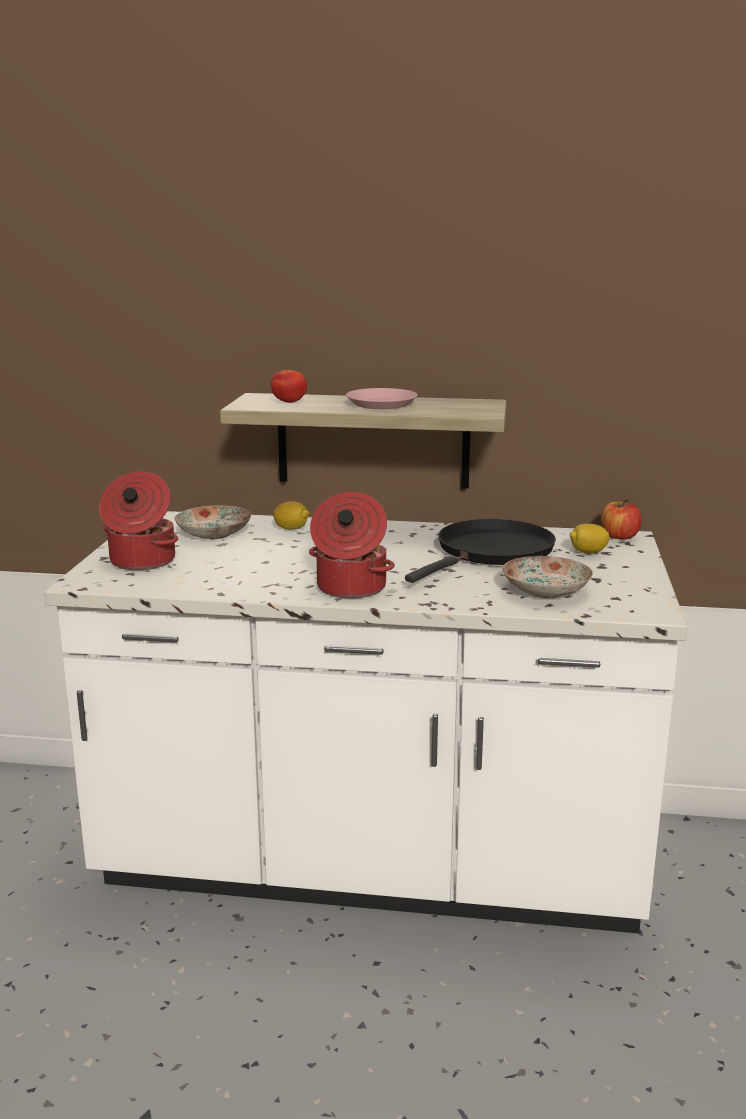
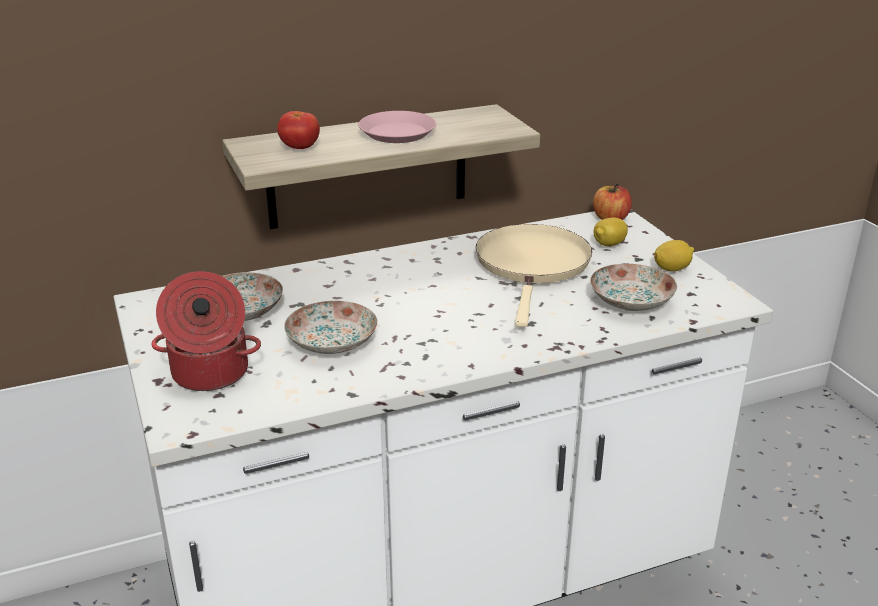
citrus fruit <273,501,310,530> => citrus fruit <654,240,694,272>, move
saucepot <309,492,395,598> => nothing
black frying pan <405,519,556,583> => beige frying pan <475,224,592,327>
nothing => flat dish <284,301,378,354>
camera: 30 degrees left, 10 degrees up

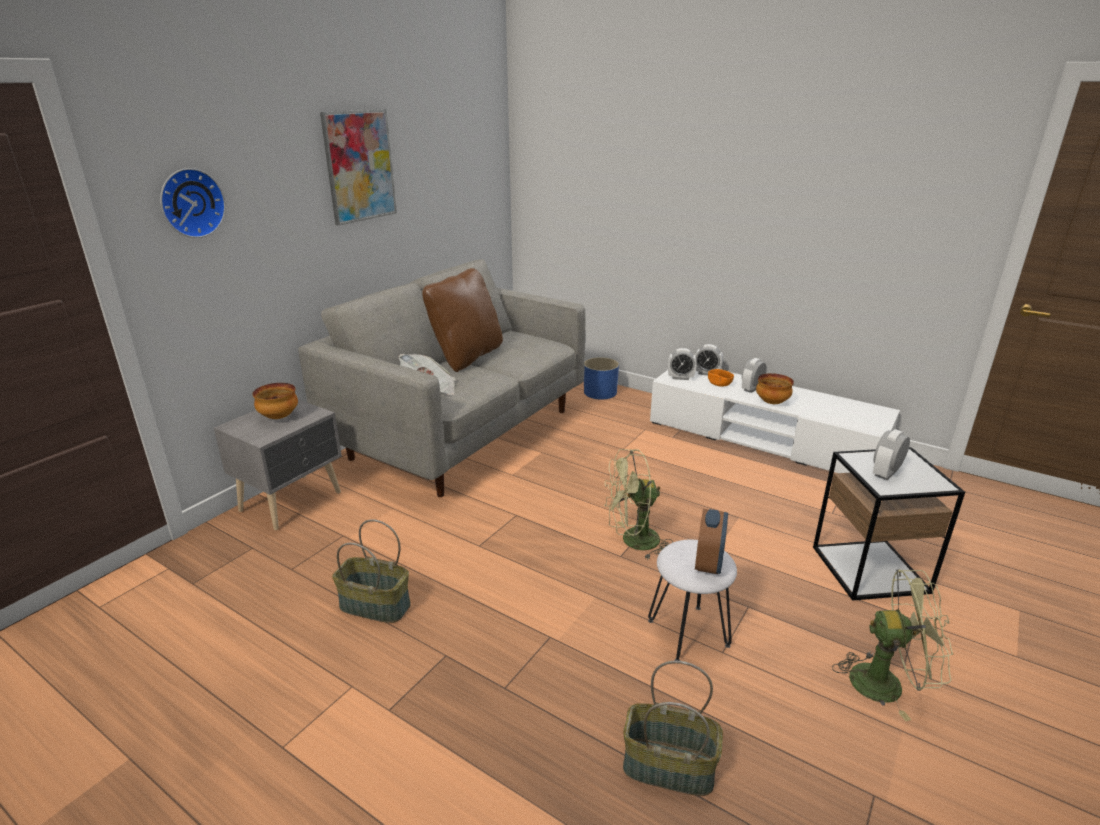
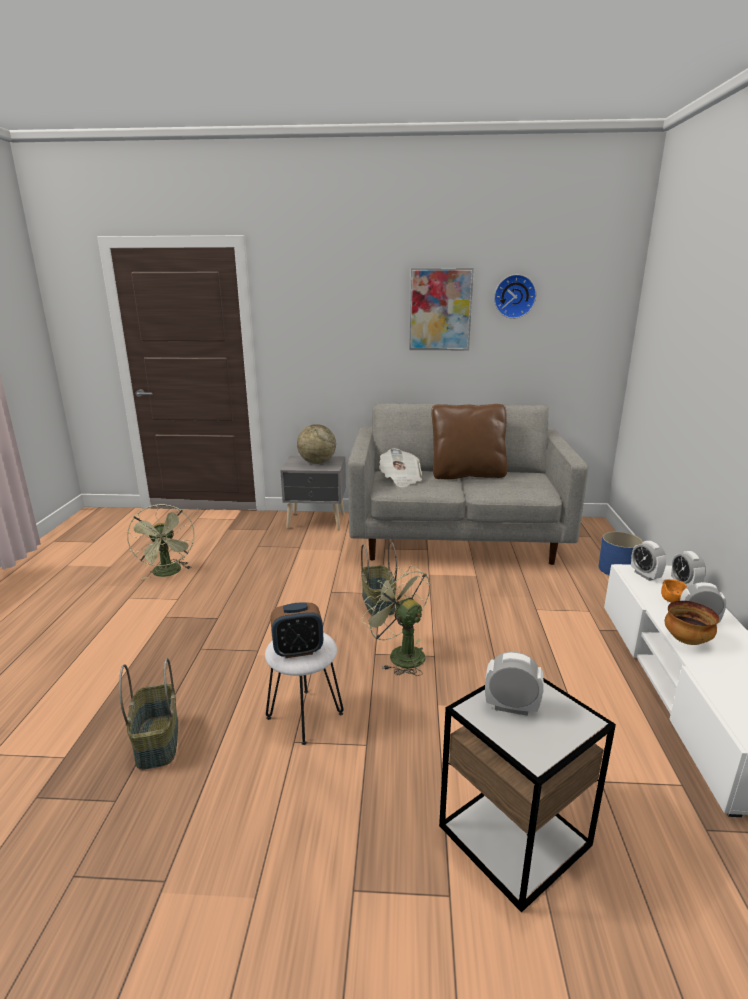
clock on the wall <160,168,226,238> => clock on the wall <494,274,536,319>, move
bowl <252,383,298,419> => world globe <297,424,336,464>
basket <332,519,411,623> => basket <361,542,397,615>, move
green-coloured fan <832,569,954,721> => green-coloured fan <127,504,194,580>, move
camera: 60 degrees right, 5 degrees down

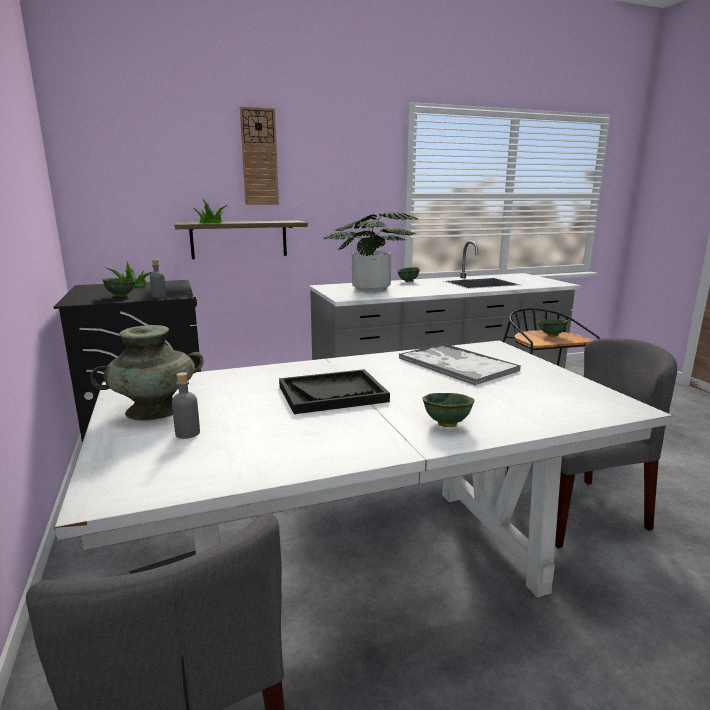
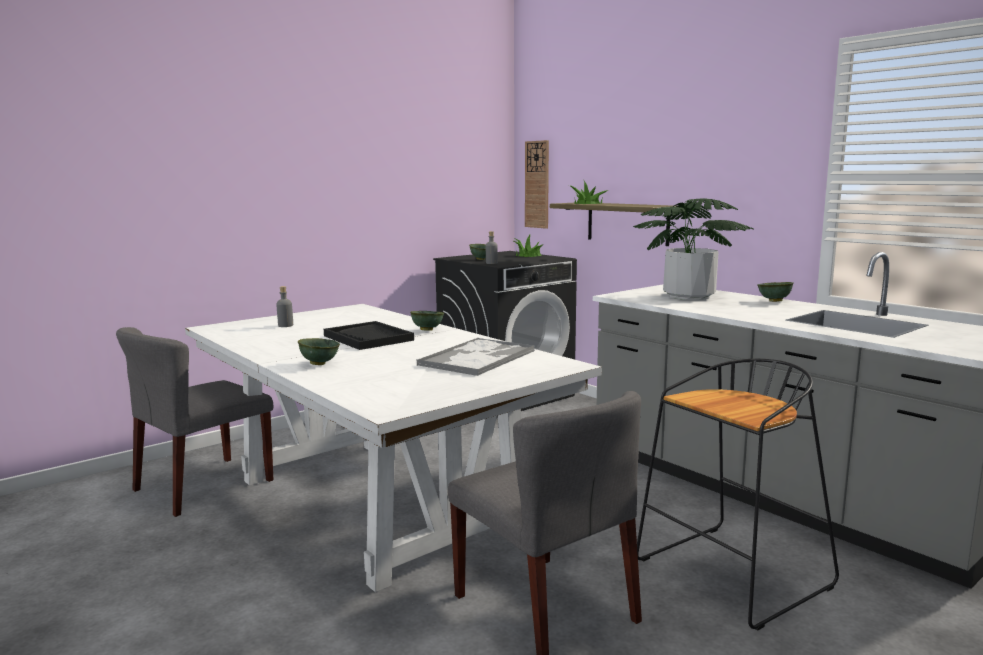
turquoise vase <90,325,203,421> => nothing
clock on the wall <240,107,279,205> => clock on the wall <525,140,549,229>, move
green-coloured bowl <538,319,568,337> => green-coloured bowl <410,311,444,331>, move
camera: 70 degrees right, 5 degrees down

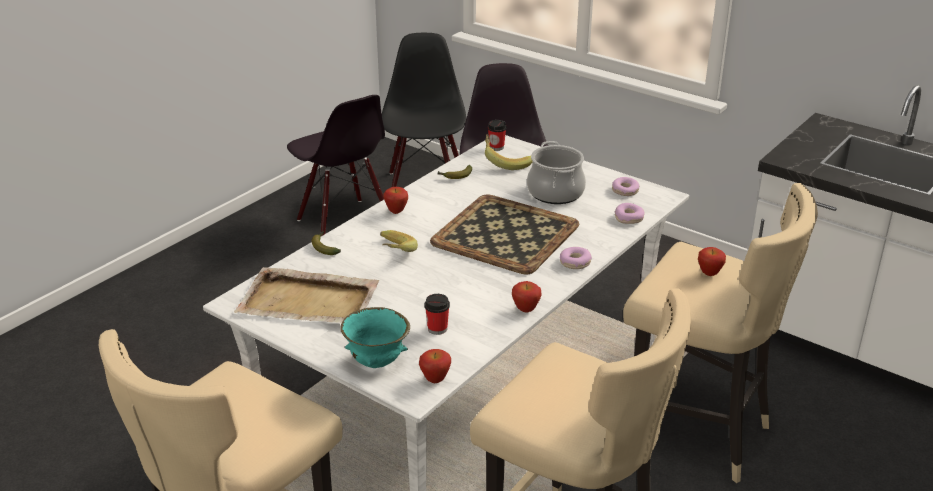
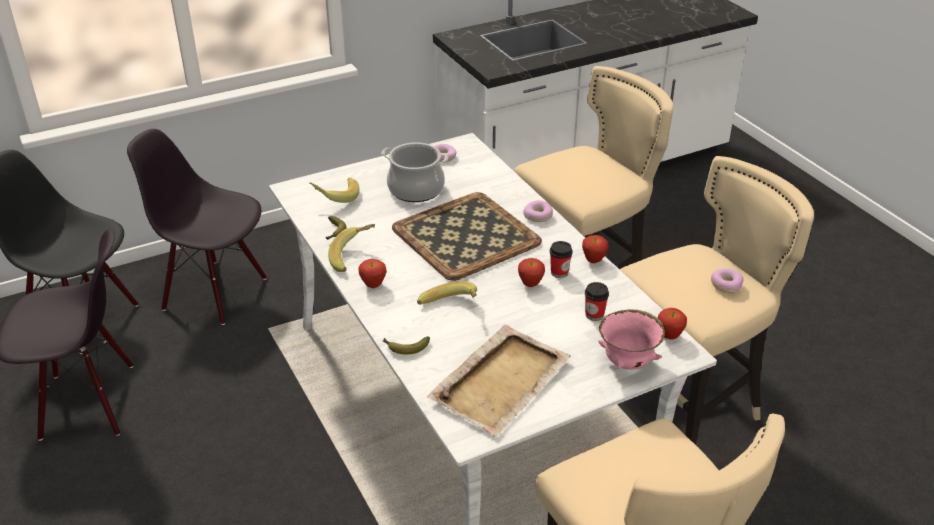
turquoise bowl <341,307,410,368> => pinkish bowl <599,309,665,370>
cup <487,120,507,151> => cup <550,241,573,278>, move
ring doughnut <615,203,645,224> => ring doughnut <711,268,744,293>, move
apple fruit <698,247,726,276> => apple fruit <518,258,545,287>, move
nothing => banana <328,224,375,272>
camera: 65 degrees left, 5 degrees up

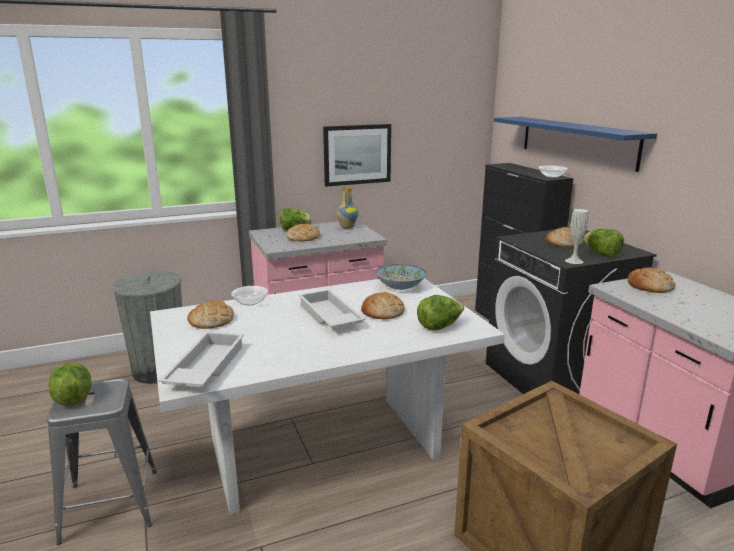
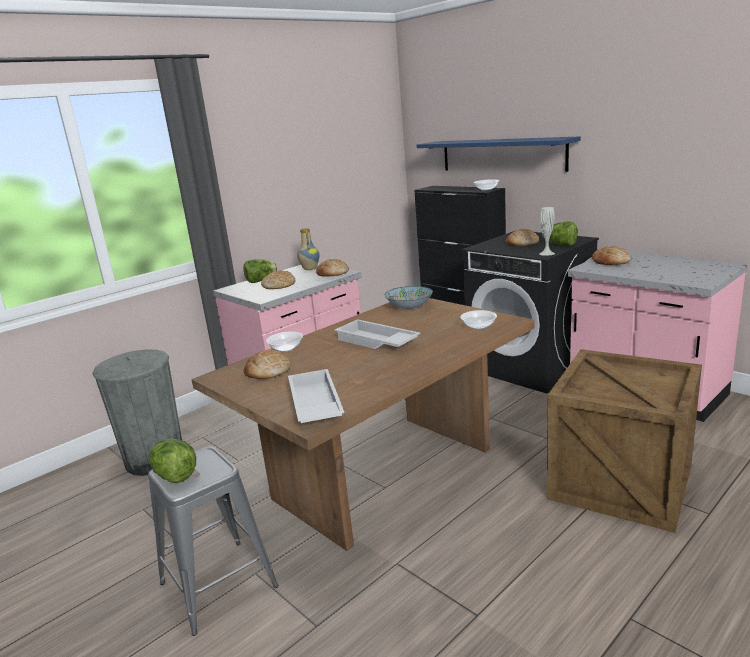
white-coloured dining table <150,278,505,515> => brownish dining table <191,298,535,551>
picture <323,124,391,187> => nothing
baked bread <361,292,405,319> => baked bread <316,259,349,277>, move
head of lettuce <417,295,464,330> => bowl <460,310,497,330>
camera: 20 degrees left, 0 degrees up

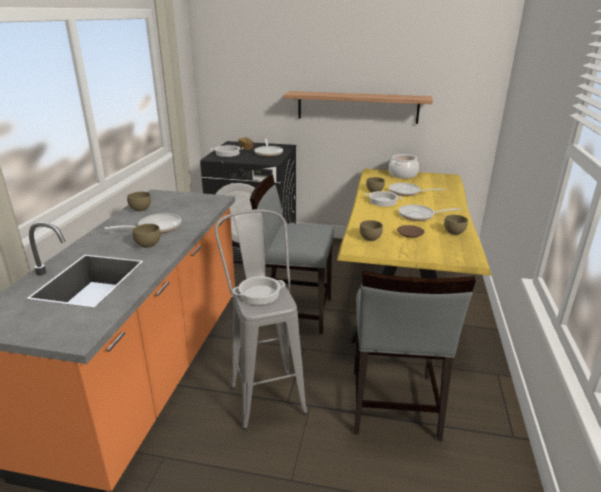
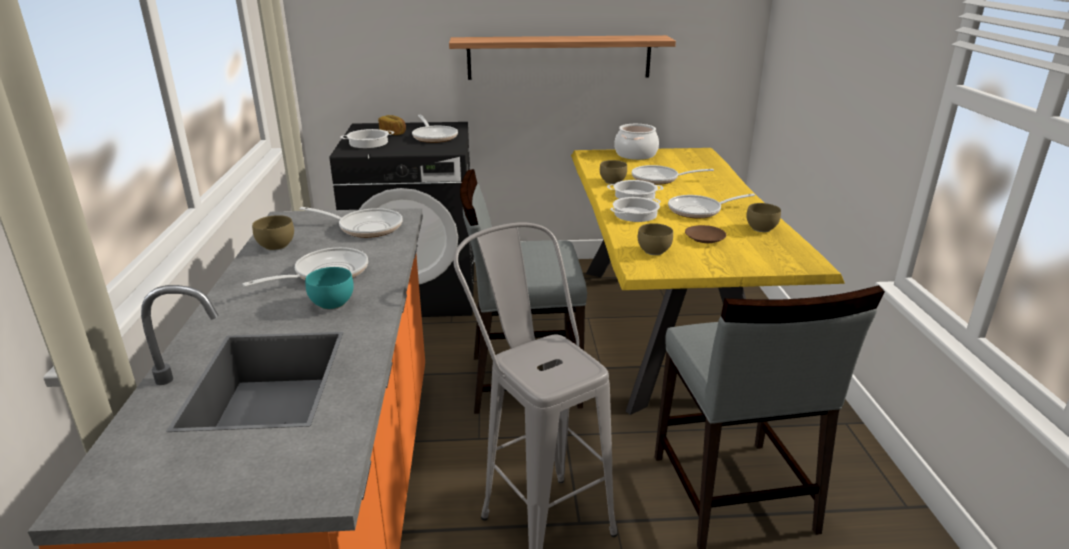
brownish bowl <132,224,161,248> => turquoise bowl <305,267,354,310>
saucepot <232,276,285,305> => saucepot <610,197,661,222>, move
nothing => frying pan <300,207,403,238>
camera: 15 degrees left, 0 degrees up

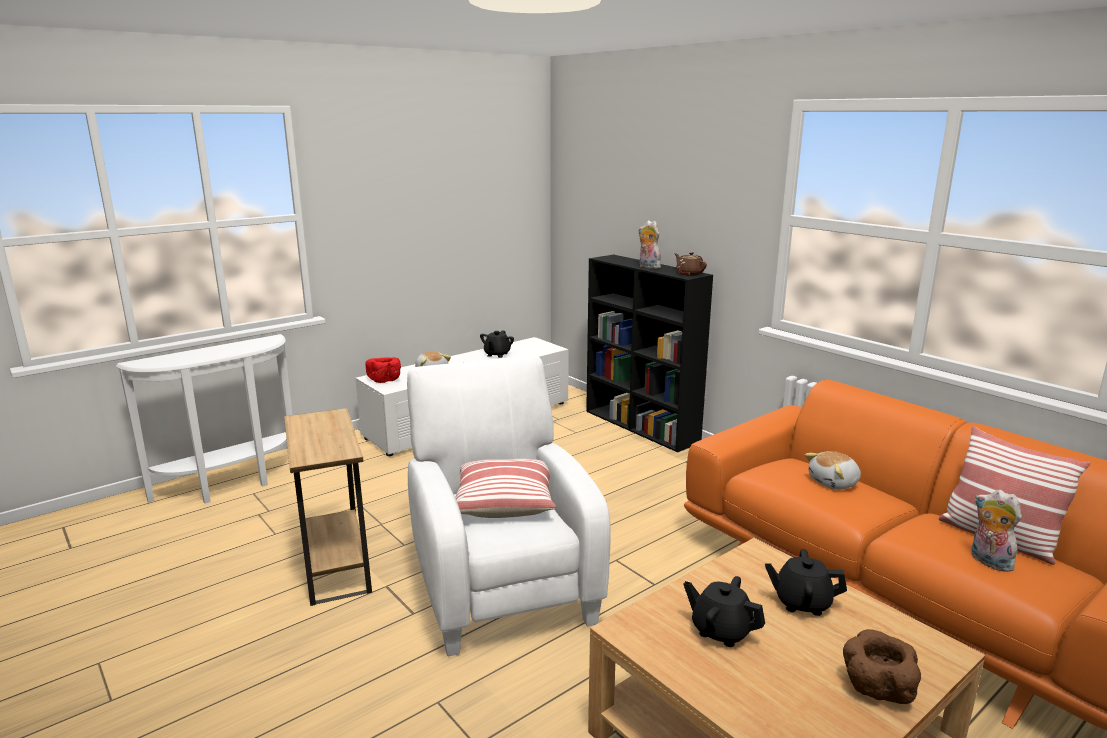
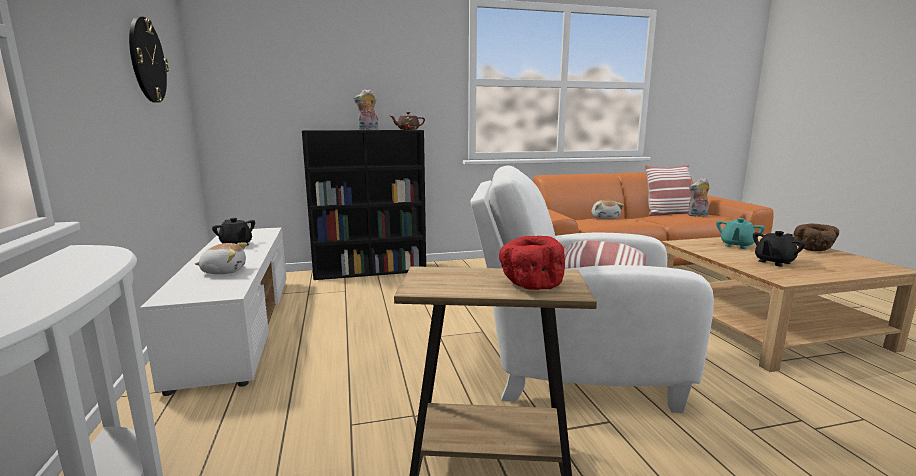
reddish bowl <365,357,401,383> => reddish bowl <499,236,565,290>, move
black tea pot <765,549,847,616> => turquoise tea pot <716,218,765,249>
nothing => clock on the wall <129,16,169,103>
camera: 65 degrees left, 5 degrees down

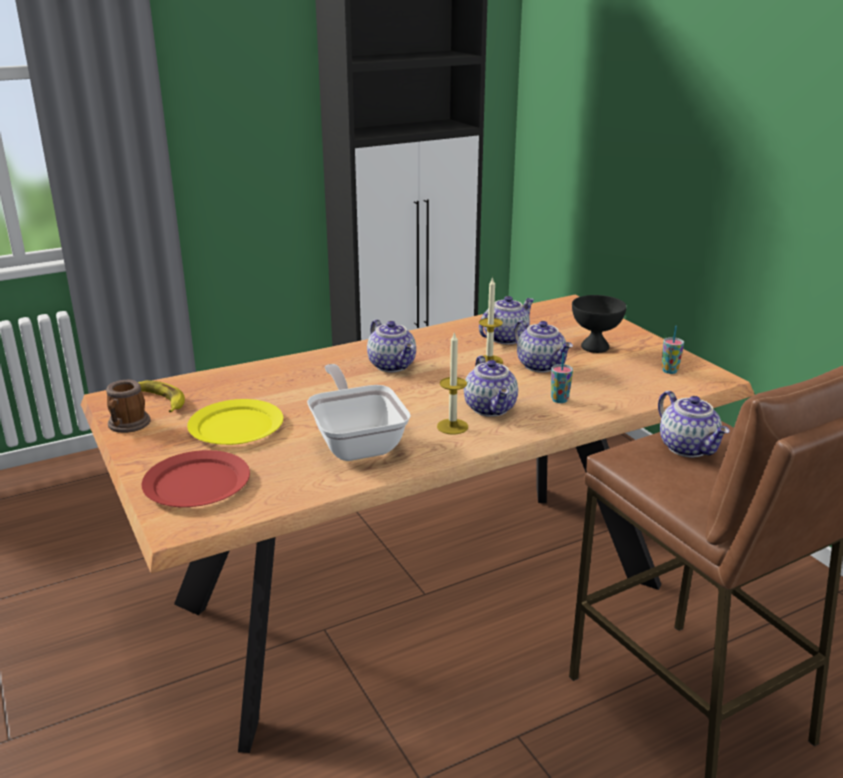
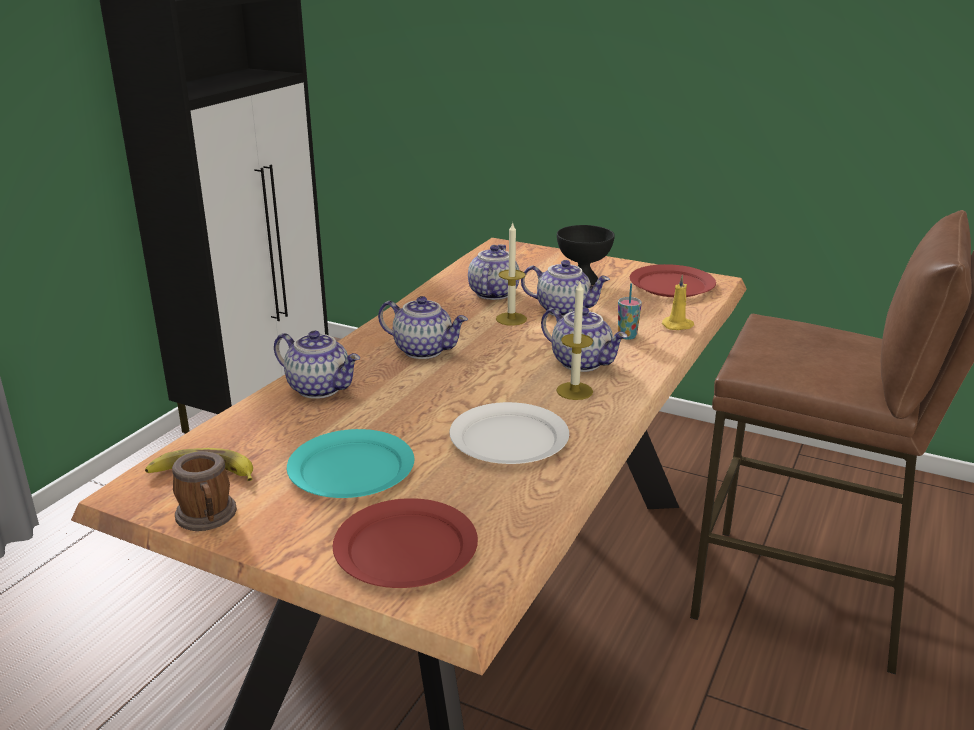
yellowish flat dish <187,399,283,445> => turquoise flat dish <287,429,414,498>
frying pan <307,364,411,461> => white-coloured flat dish <449,402,569,464>
tea pot <658,391,730,458> => tea pot <274,331,360,399>, move
cup <662,326,684,374> => reddish flat dish <630,264,716,297>
nothing => yellowish wax light <661,274,694,330>
camera: 35 degrees left, 0 degrees up

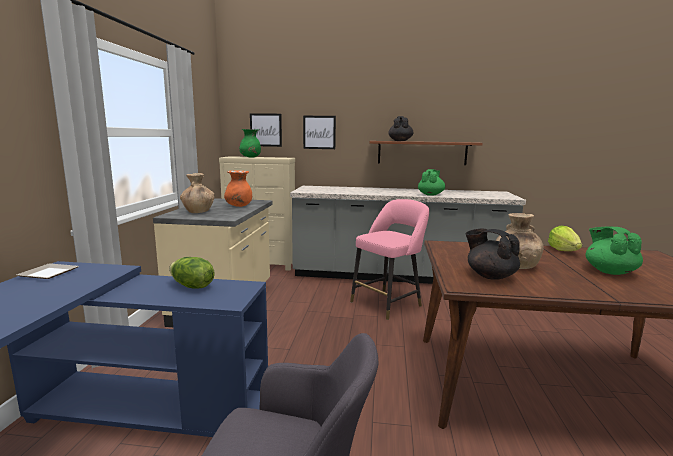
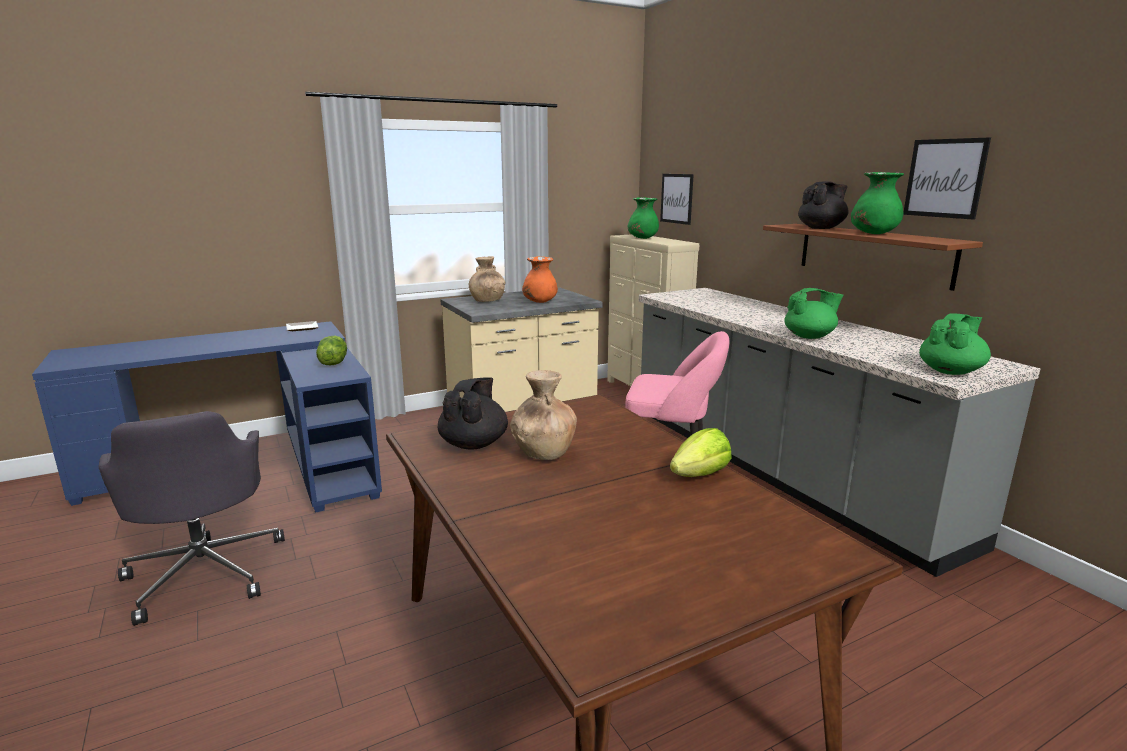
picture <303,116,336,149> => picture <903,137,991,220>, move
green-coloured tea pot <585,226,643,275> => green-coloured tea pot <919,313,991,375>, move
nothing => green-coloured vase <851,172,904,234>
camera: 55 degrees right, 5 degrees up

